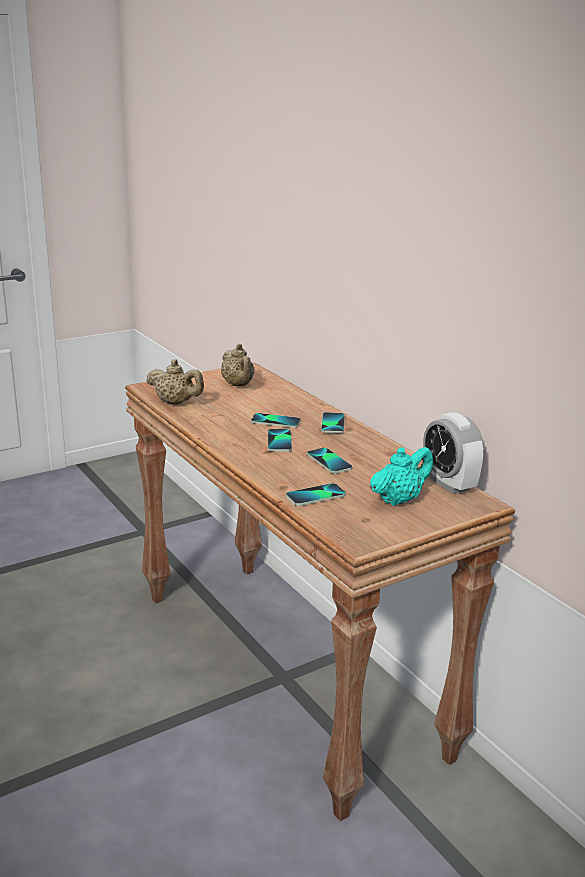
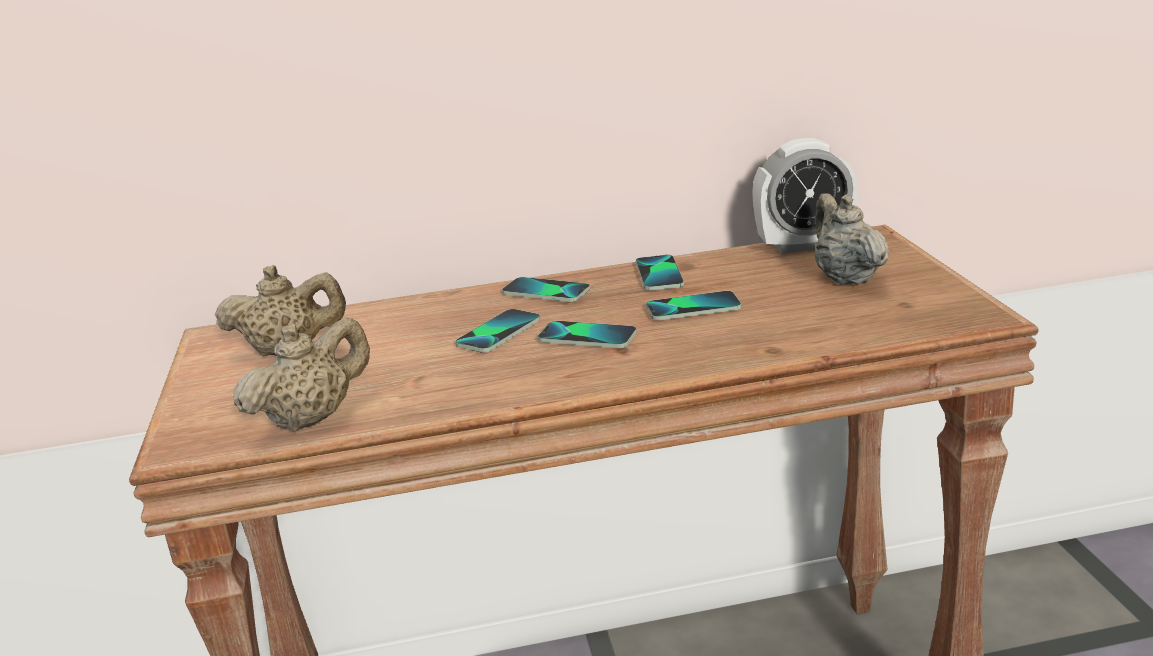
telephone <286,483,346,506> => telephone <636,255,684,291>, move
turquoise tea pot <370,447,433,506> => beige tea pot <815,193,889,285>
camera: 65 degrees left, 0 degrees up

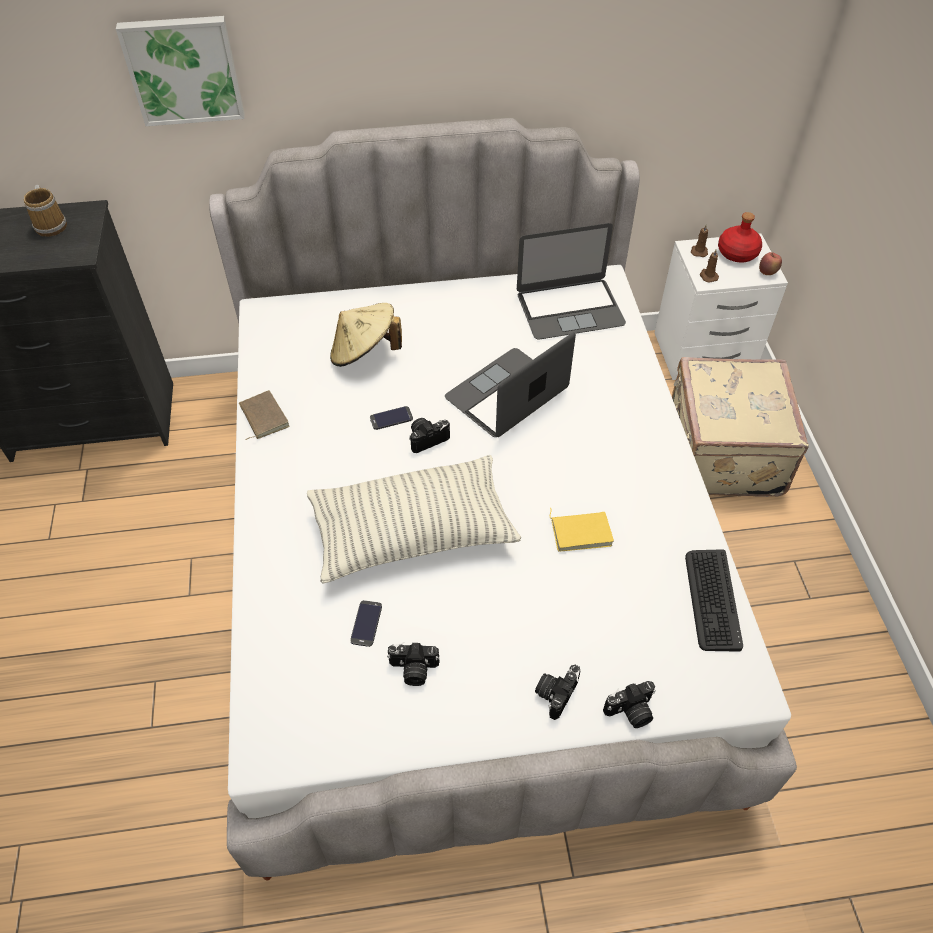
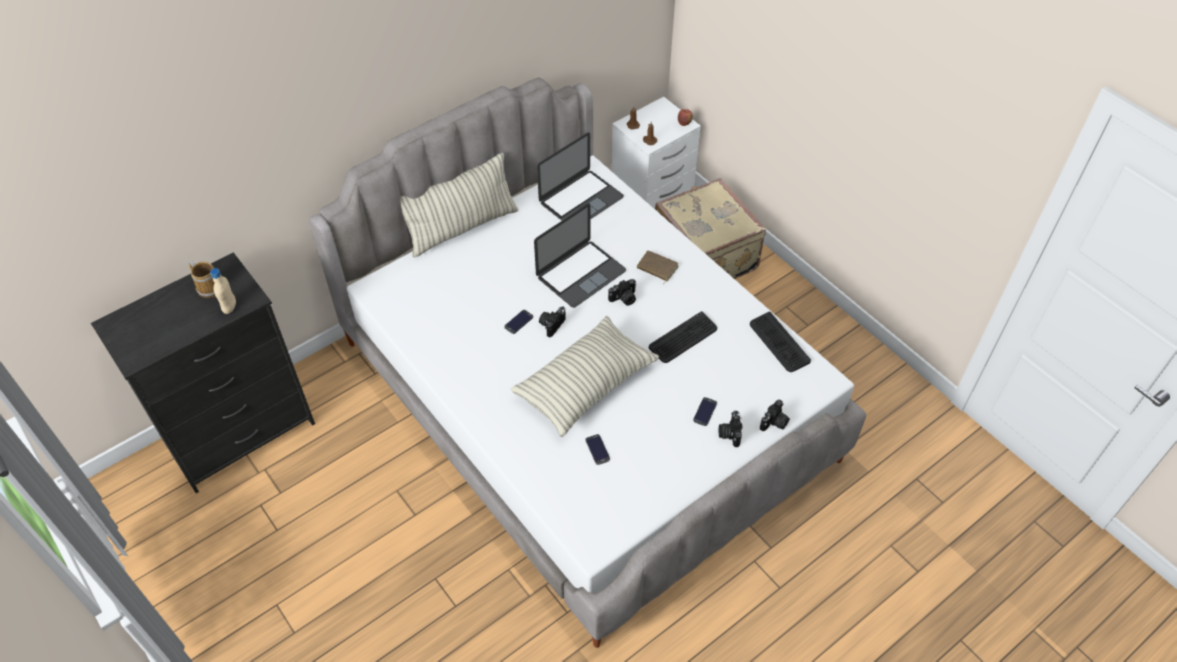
picture <116,16,244,126> => nothing
brownish bound book <239,390,290,440> => brownish bound book <637,250,679,285>, move
beige hat <330,303,402,367> => nothing
still camera <387,642,439,686> => still camera <608,279,636,306>, move
laptop <445,332,576,437> => laptop <534,203,626,308>, 150 degrees counterclockwise
yellowish bound book <550,508,614,551> => computer keyboard <649,311,717,363>
reddish beverage bottle <718,212,762,262> => nothing
nothing => beige beverage bottle <210,268,236,314>
nothing => pillow <400,153,519,257>
nothing => telephone <693,397,717,426>
camera: 30 degrees left, 0 degrees up

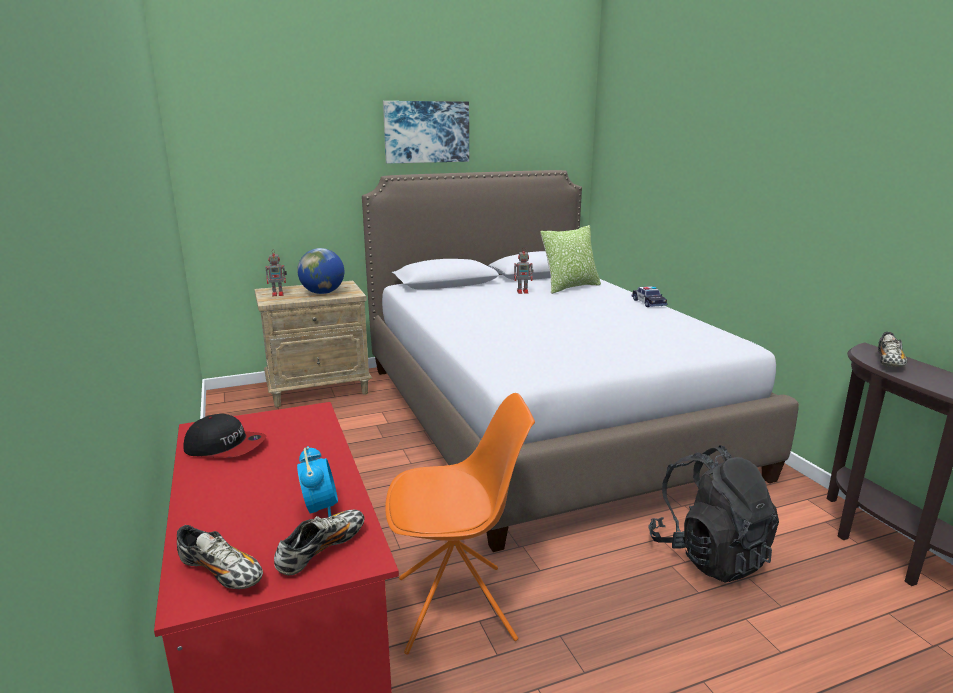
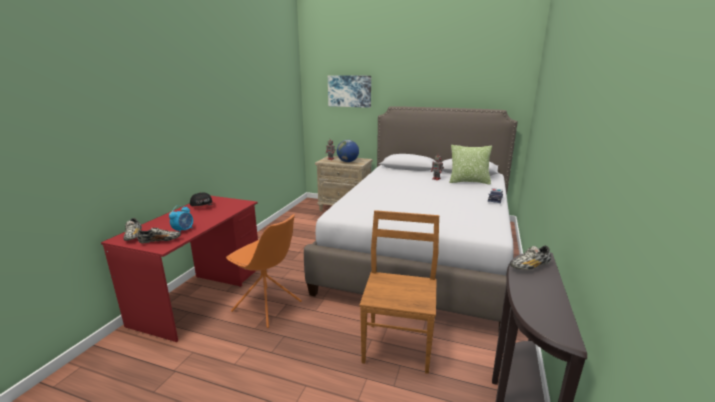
picture <383,101,469,163> => picture <328,75,371,108>, move
black knapsack <648,445,779,583> => brownish upright chair <359,210,439,374>
camera: 40 degrees right, 0 degrees up

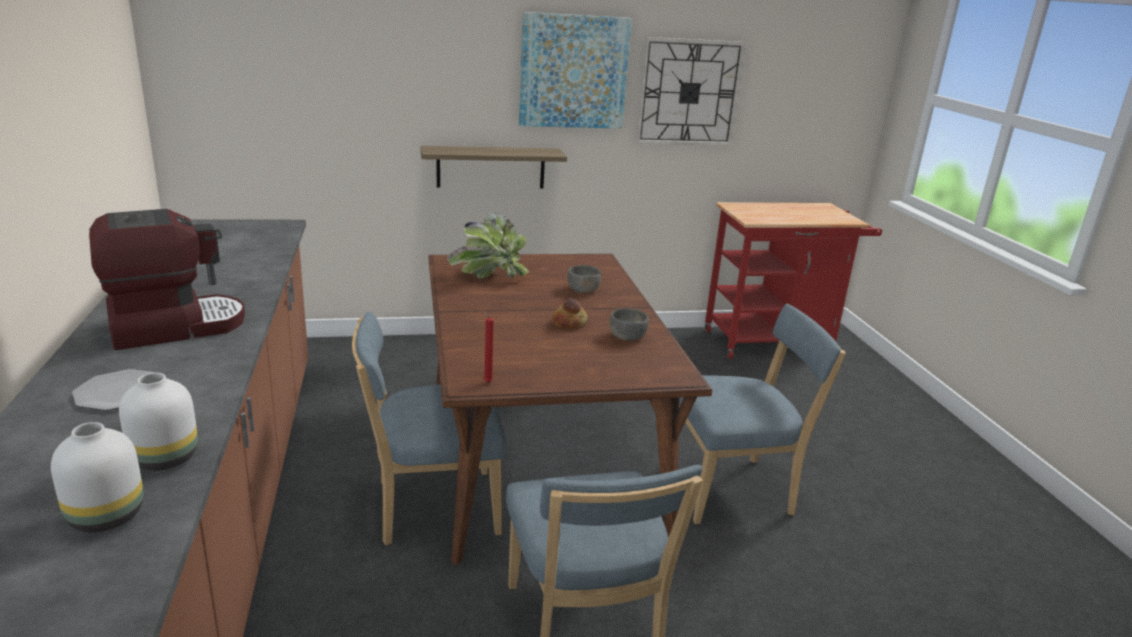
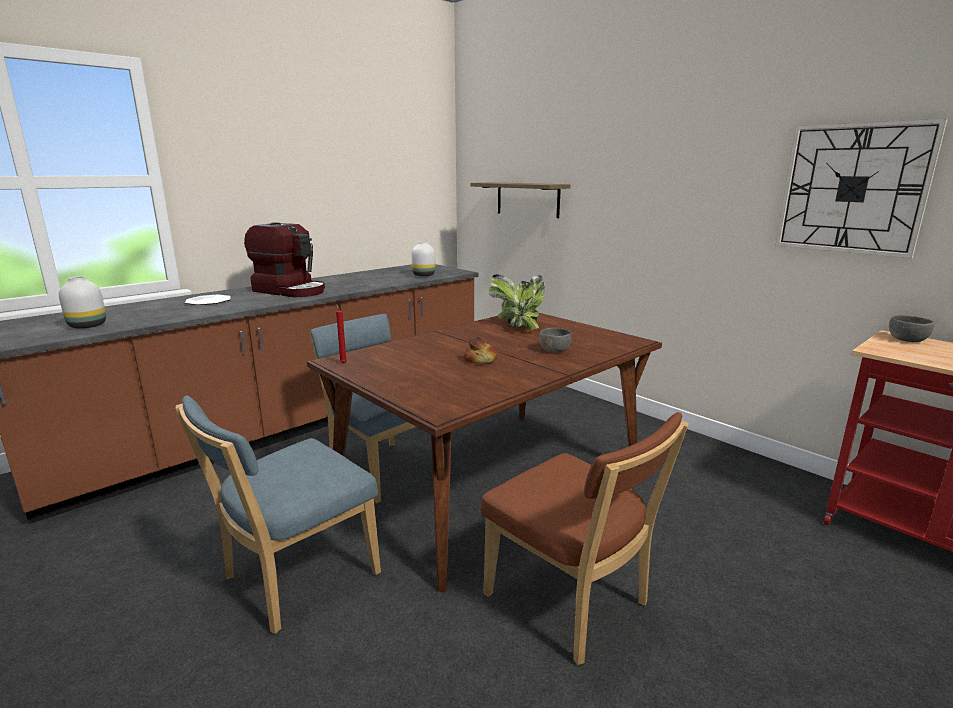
white-coloured vase <119,373,198,470> => white-coloured vase <411,241,436,276>, move
bracket shelf <420,146,567,189> => bracket shelf <470,182,571,218>, move
picture <519,12,632,129> => nothing
gray bowl <610,308,649,341> => gray bowl <889,315,934,342>, move
blue upright chair <679,304,846,524> => brownish upright chair <480,412,689,665>
camera: 60 degrees right, 5 degrees down

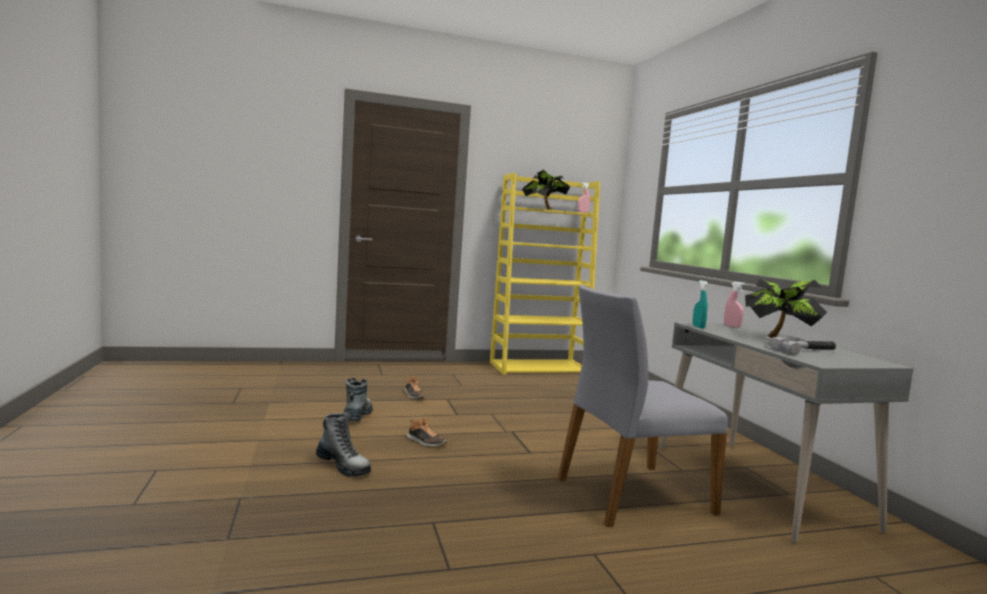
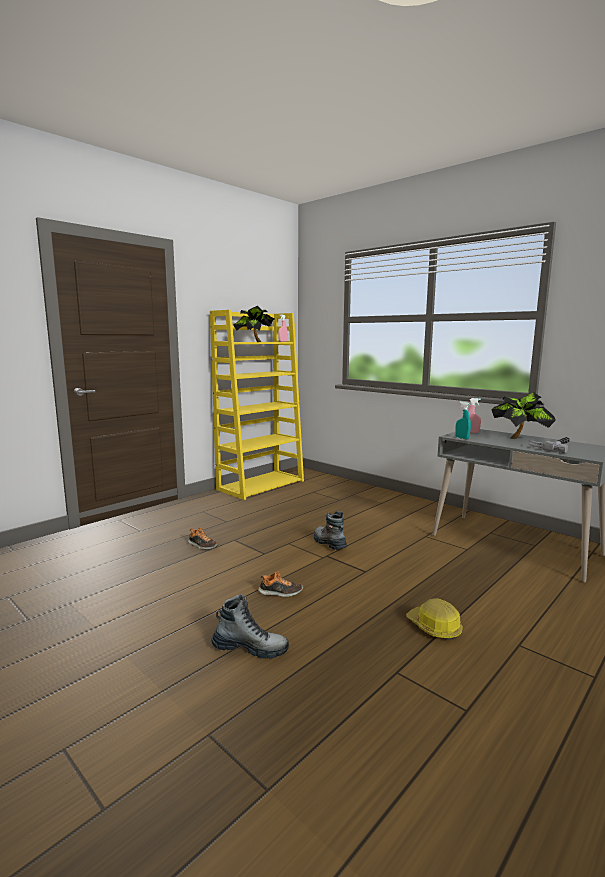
tall boot <344,378,373,421> => tall boot <314,511,347,550>, move
gray upright chair <558,285,728,527> => nothing
nothing => safety helmet <406,598,463,640>
camera: 30 degrees left, 5 degrees up

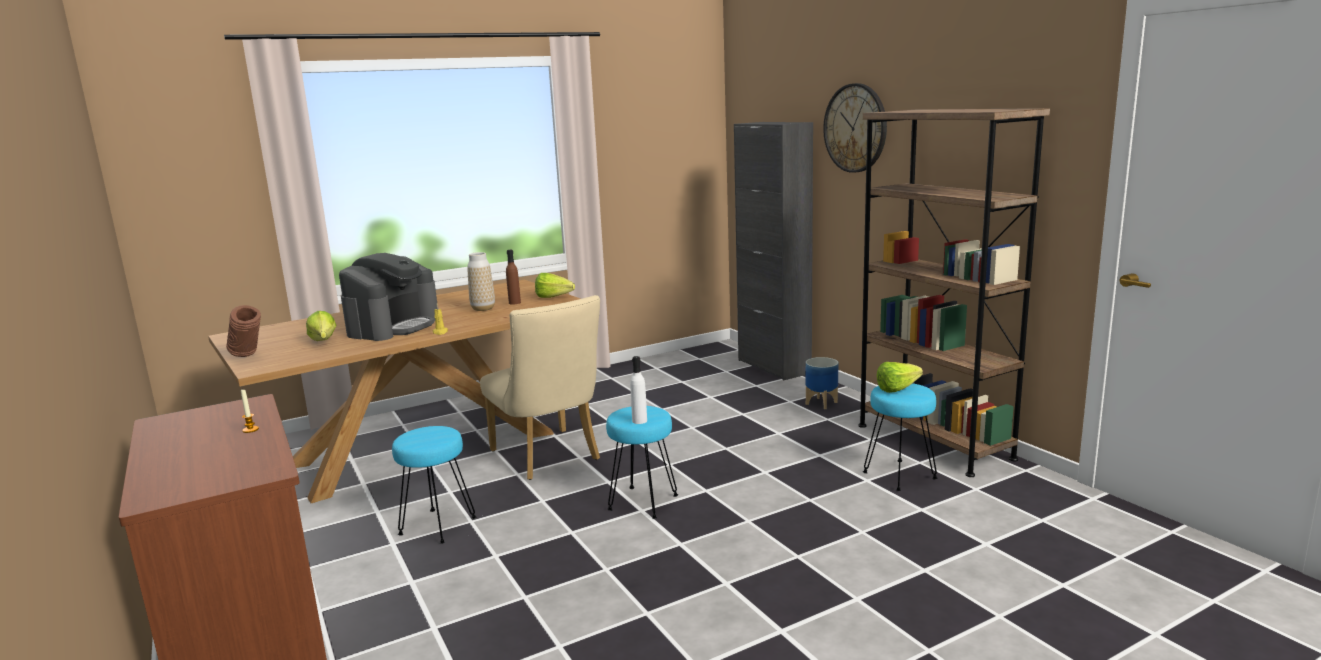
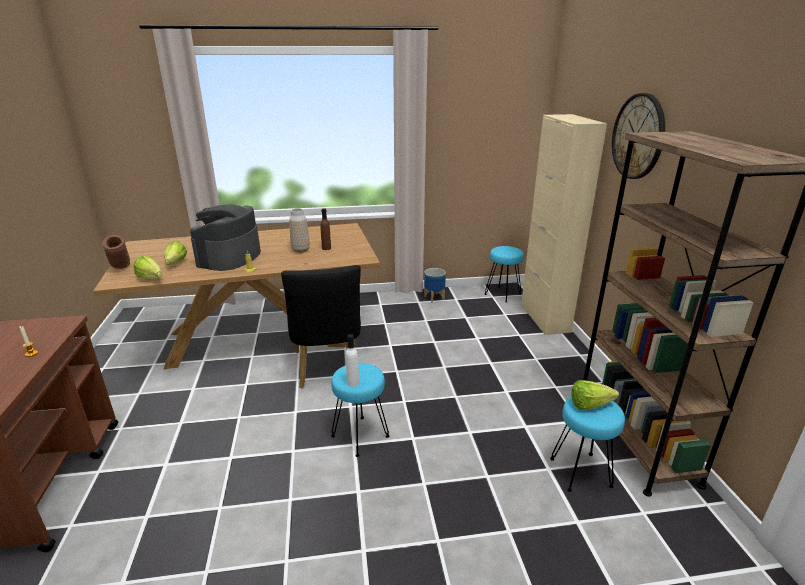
coffee brewer <339,253,437,341> => coffee brewer <190,204,261,271>, 150 degrees clockwise
turquoise stool seat <392,426,476,544> => turquoise stool seat <485,246,524,302>, move
beige upright chair <480,295,600,480> => black upright chair <281,265,361,388>
head of lettuce <535,273,575,298> => head of lettuce <134,256,162,279>, move
black cupboard <734,122,813,381> => beige cupboard <521,114,607,335>
flower pot <806,357,838,409> => flower pot <424,268,446,303>, move
camera: 20 degrees right, 10 degrees up

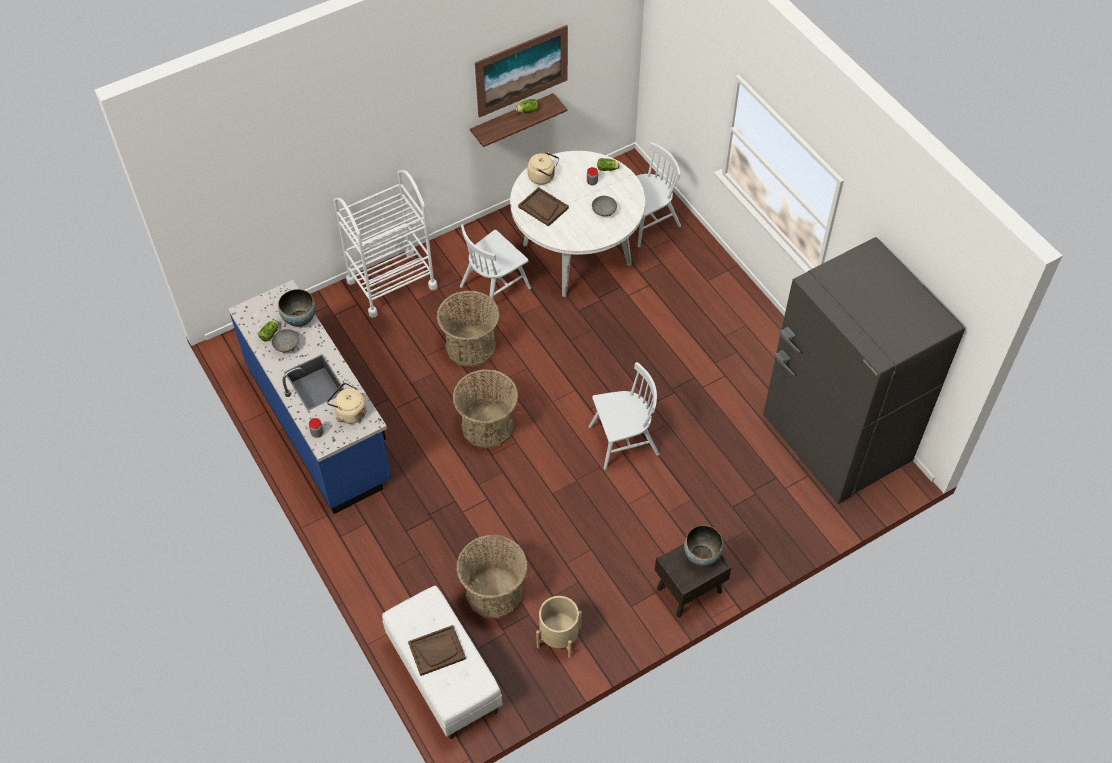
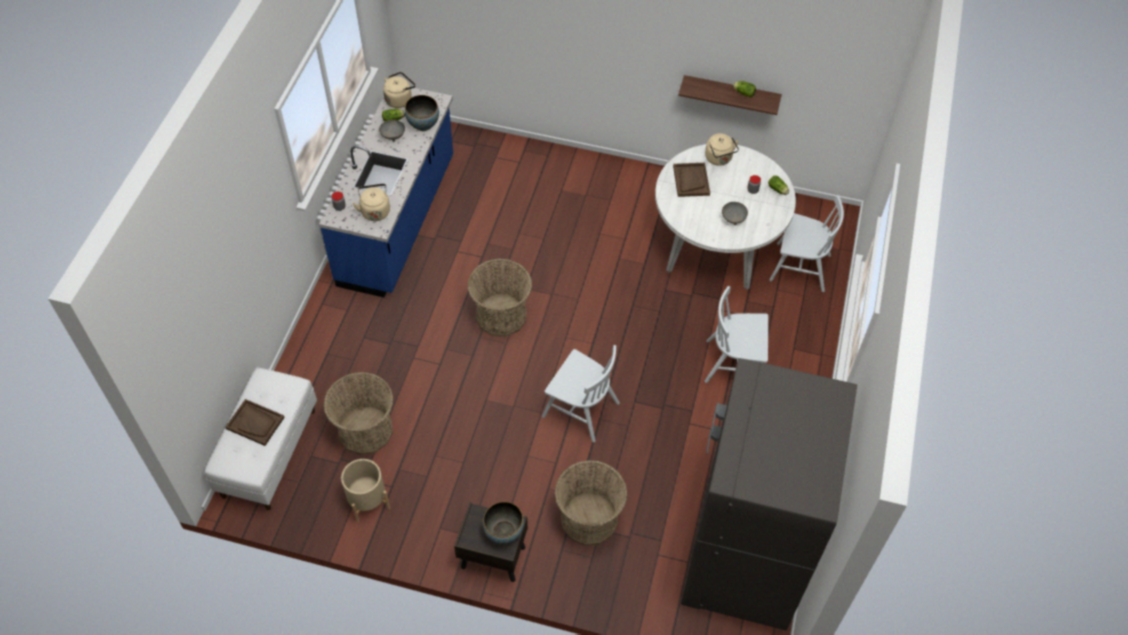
white-coloured trolley <333,170,438,318> => nothing
basket <437,290,500,367> => basket <555,460,628,546>, move
white-coloured upright chair <460,224,531,312> => white-coloured upright chair <704,286,768,383>, move
picture <475,25,568,118> => nothing
nothing => beige kettle <383,72,416,108>
camera: 45 degrees right, 0 degrees up

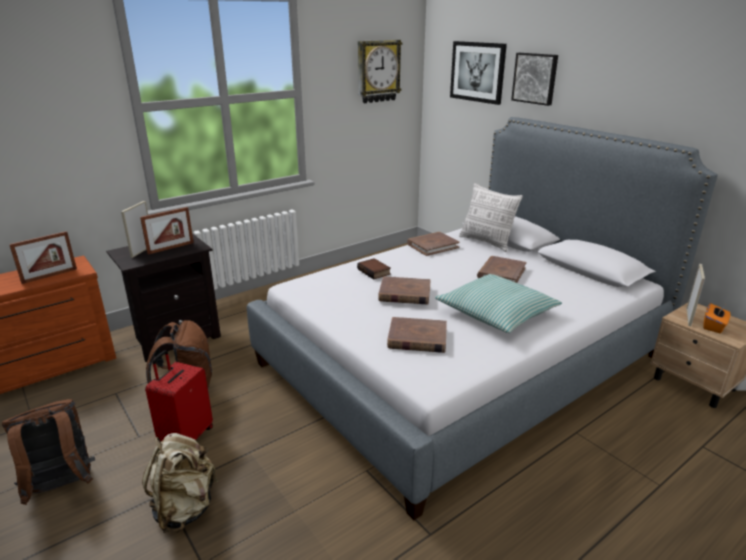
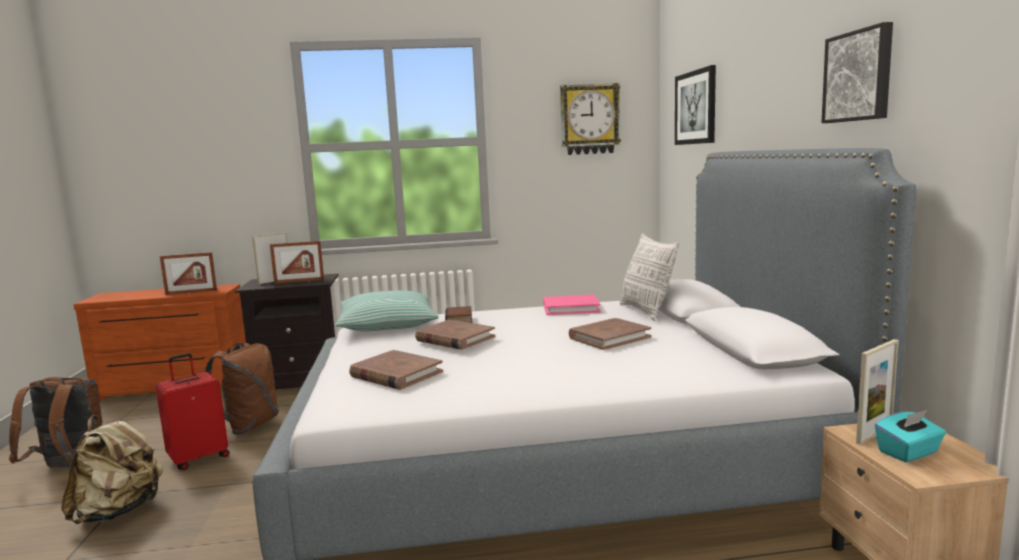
brownish bound book <407,232,460,256> => pinkish bound book <543,295,600,315>
pillow <435,274,562,333> => pillow <336,290,439,331>, move
picture <511,53,558,106> => picture <821,22,893,123>, move
orange-coloured box of tissues <703,303,731,333> => turquoise box of tissues <875,410,946,462>
camera: 30 degrees right, 15 degrees down

